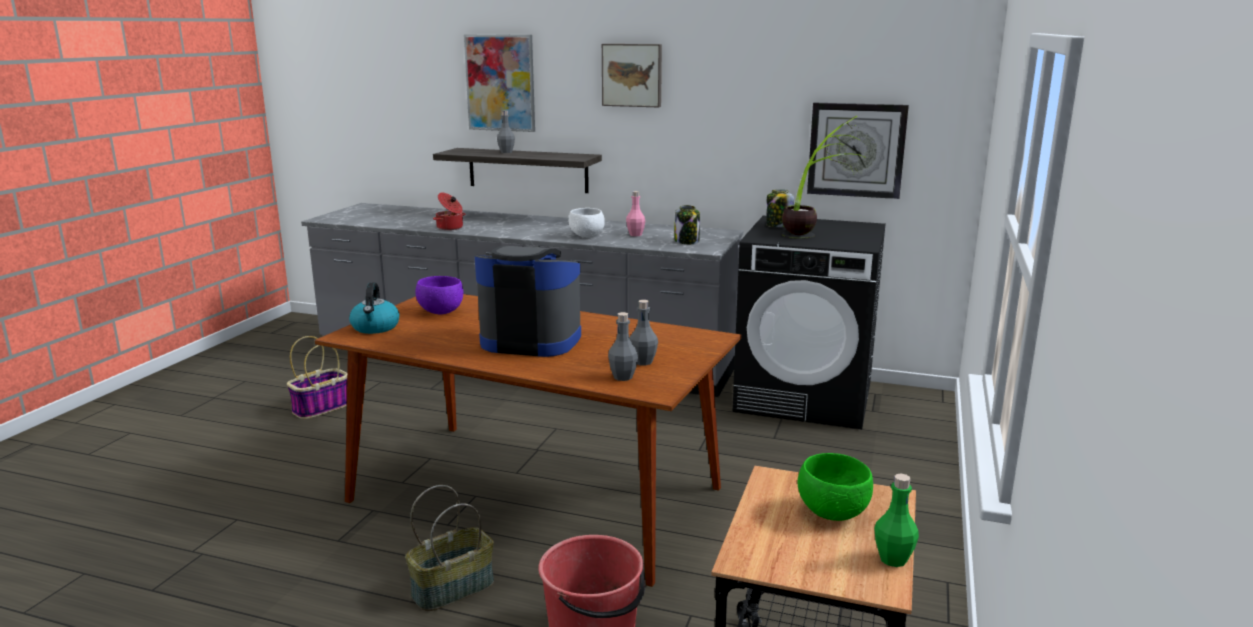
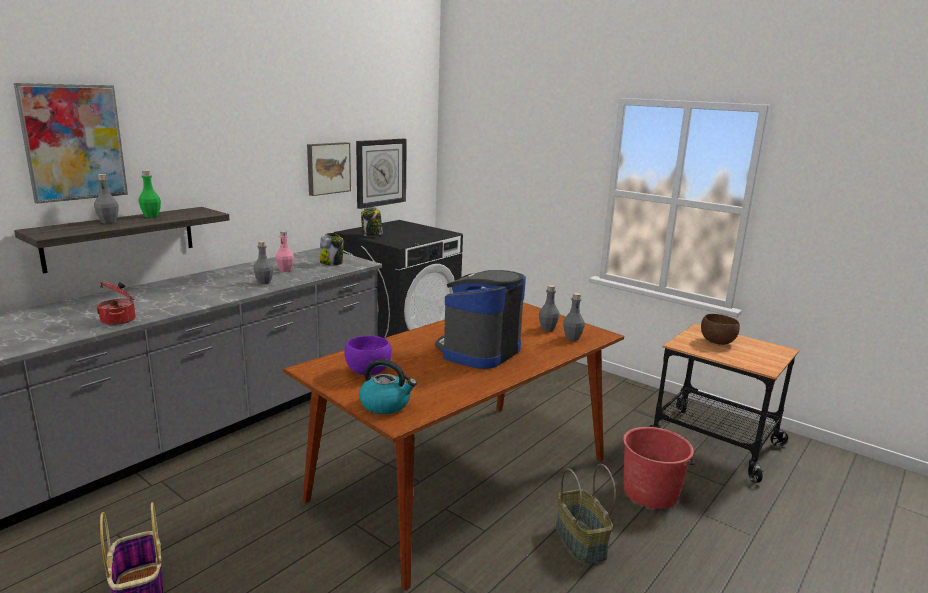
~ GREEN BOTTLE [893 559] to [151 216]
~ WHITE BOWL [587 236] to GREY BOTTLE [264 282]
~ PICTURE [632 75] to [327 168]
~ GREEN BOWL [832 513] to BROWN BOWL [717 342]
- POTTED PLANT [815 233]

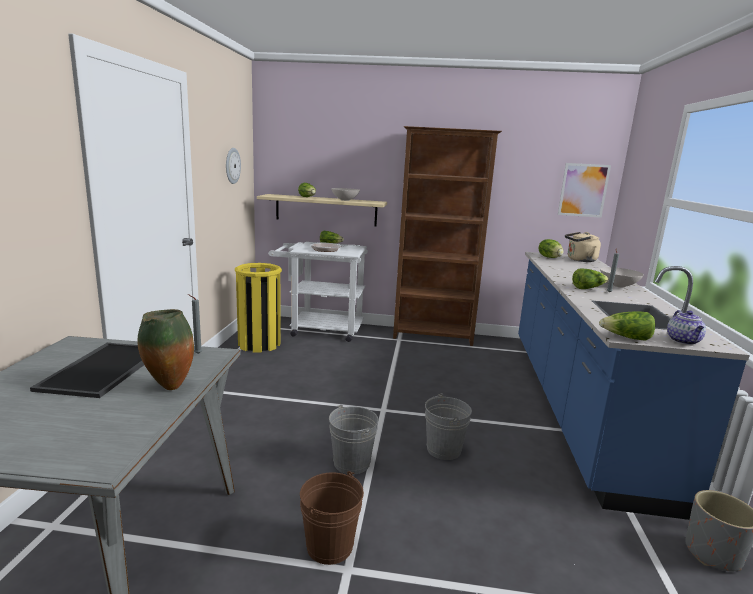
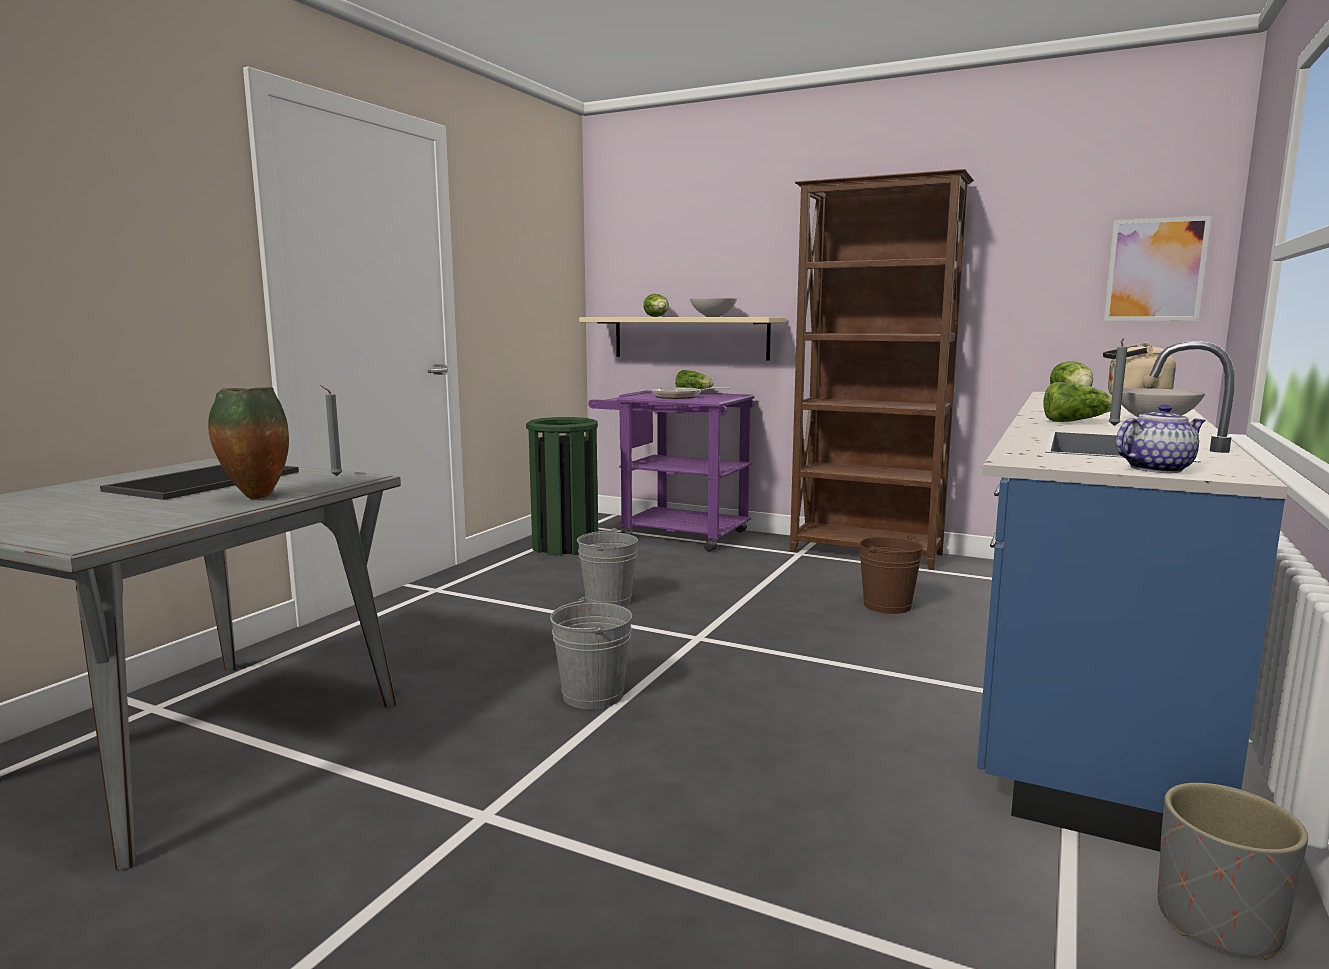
~ YELLOW TRASH CAN [259 344] to GREEN TRASH CAN [565 546]
~ GREY BUCKET [443 449] to [608 600]
~ WHITE CART [319 329] to PURPLE CART [673 534]
~ BROWN BUCKET [329 546] to [887 606]
~ TEAPOT [684 341] = [1157 469] 135 degrees counterclockwise
- WALL CLOCK [232 165]
- LETTUCE [626 338]

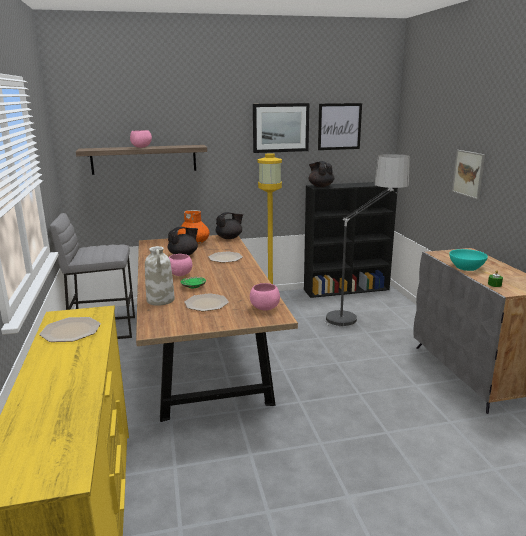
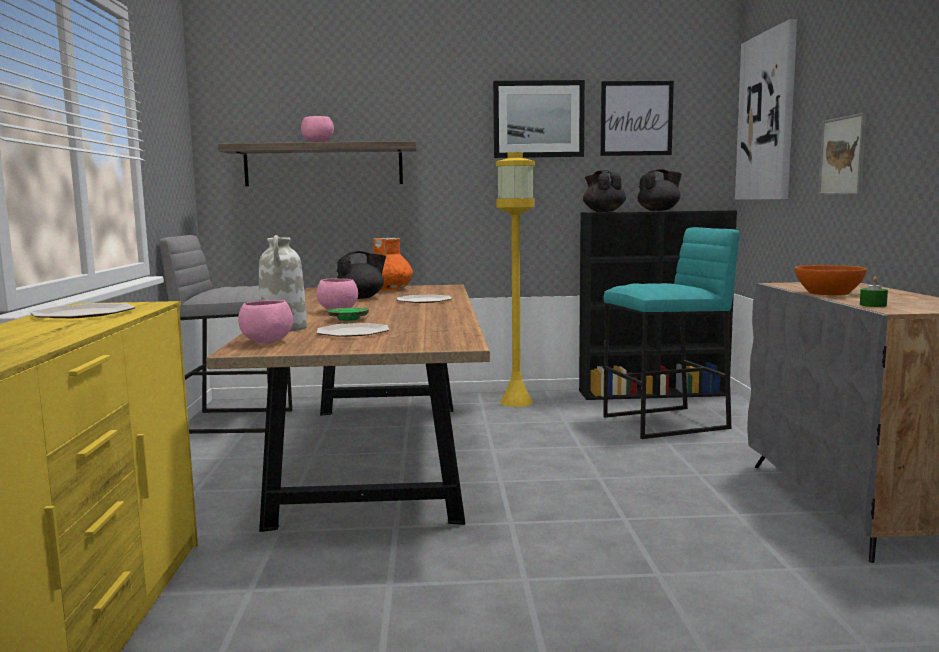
~ PINK BOWL [265 308] to [267 342]
~ FLOOR LAMP [360 315] to TURQUOISE STOOL [665 423]
~ BLACK TEAPOT [229 238] to [659 210]
+ PICTURE [767 117]
~ TURQUOISE BOWL [466 267] to ORANGE BOWL [829 293]

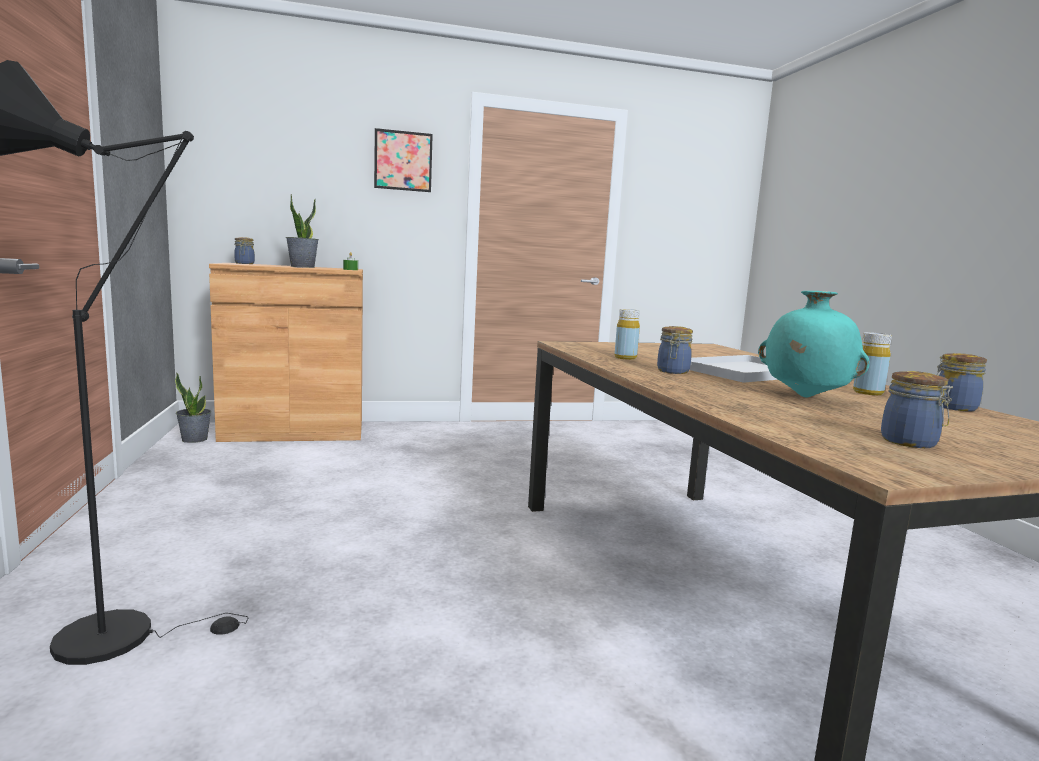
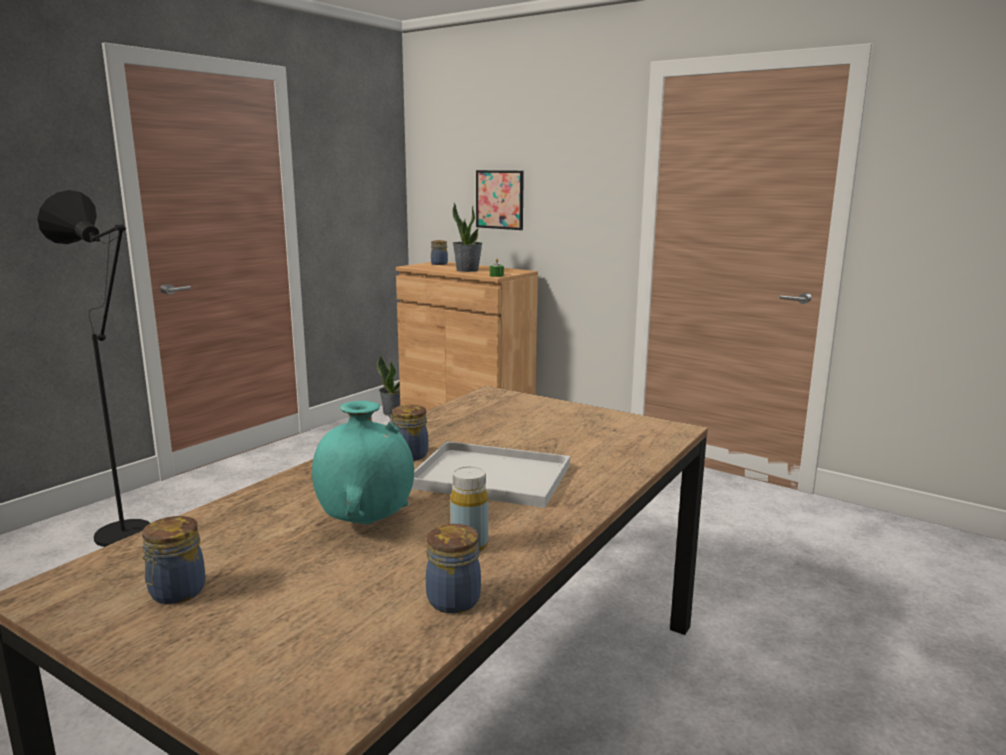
~ PICTURE [403 161] to [499 199]
- YELLOW BOTTLE [625 358]

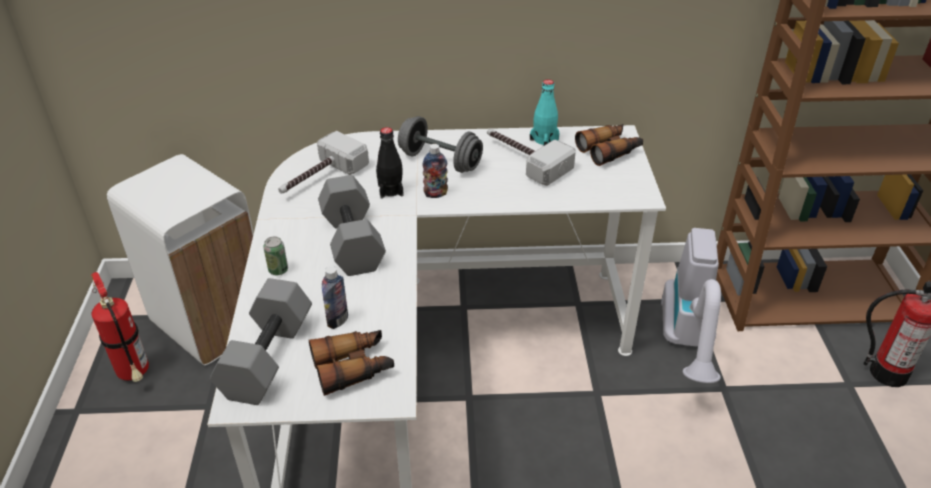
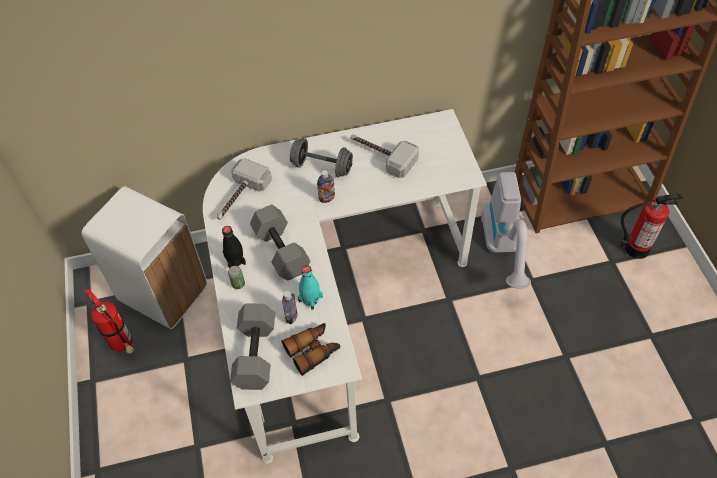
~ BLACK BOTTLE [390 190] to [235 260]
~ TURQUOISE BOTTLE [544 139] to [310 299]
- BINOCULARS [609 150]

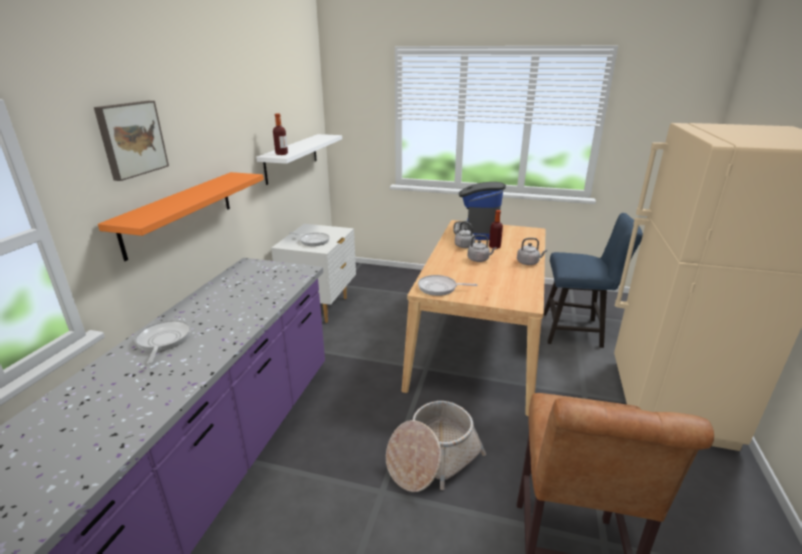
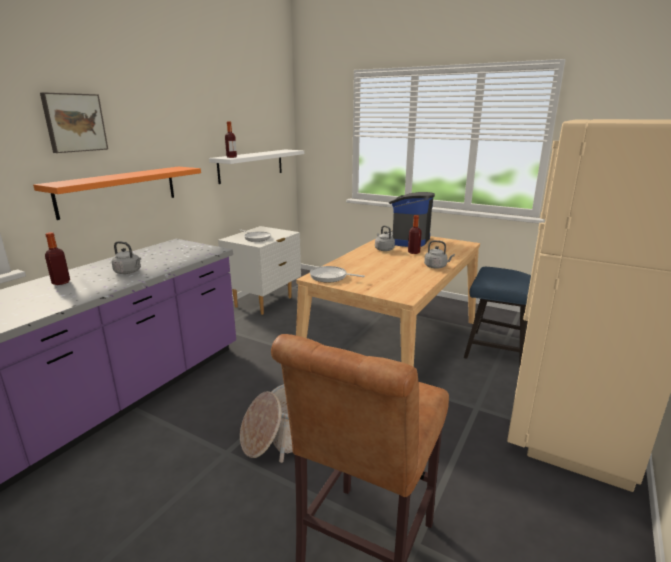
~ FRYING PAN [163 341] to BOTTLE [61 282]
~ GREY KETTLE [479 259] to [129 272]

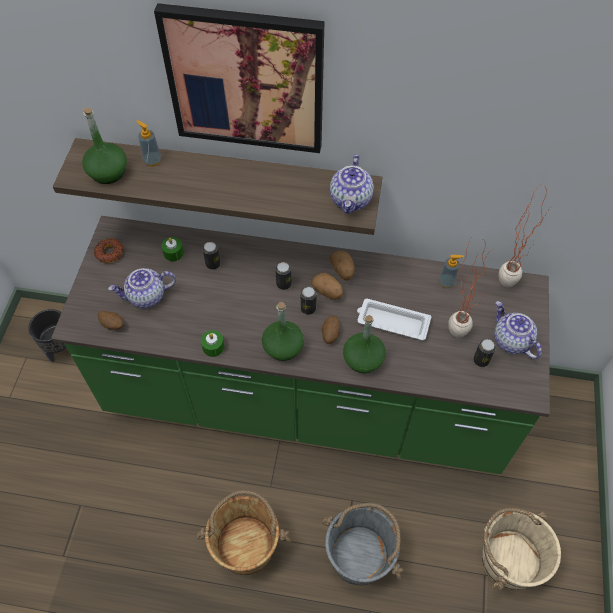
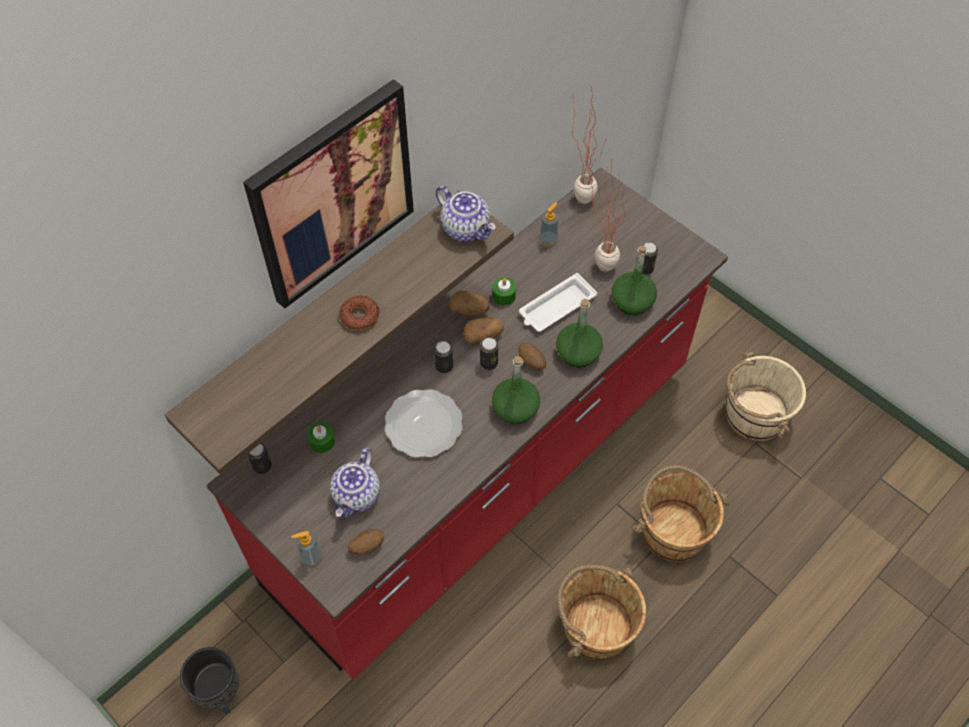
~ GREEN COUNTER [306 400] to RED COUNTER [484 477]
~ CAN [213 264] to [262 466]
~ SOAP DISPENSER [152 160] to [311 557]
~ DONUT [109 253] to [360 316]
+ PLATE [425 425]
~ GREEN CANDLE [213 347] to [504 295]
~ GREEN BOTTLE [108 172] to [632 301]
~ GREY BUCKET [360 554] to BROWN BUCKET [673 530]
- TEAPOT [511 340]

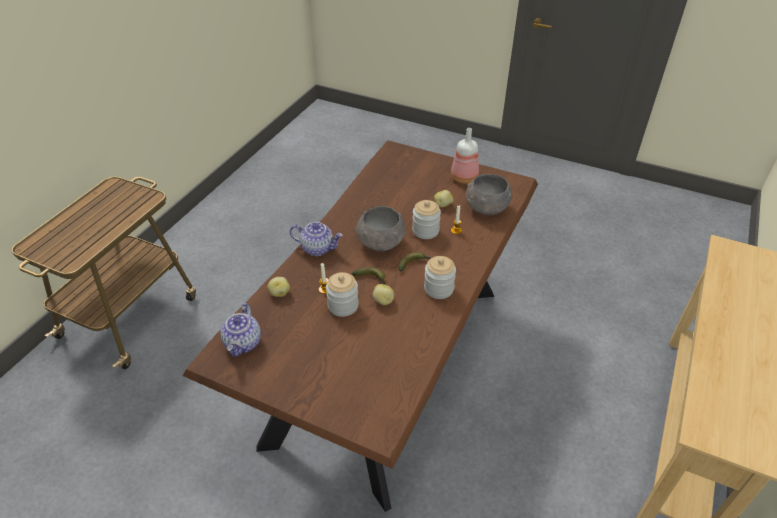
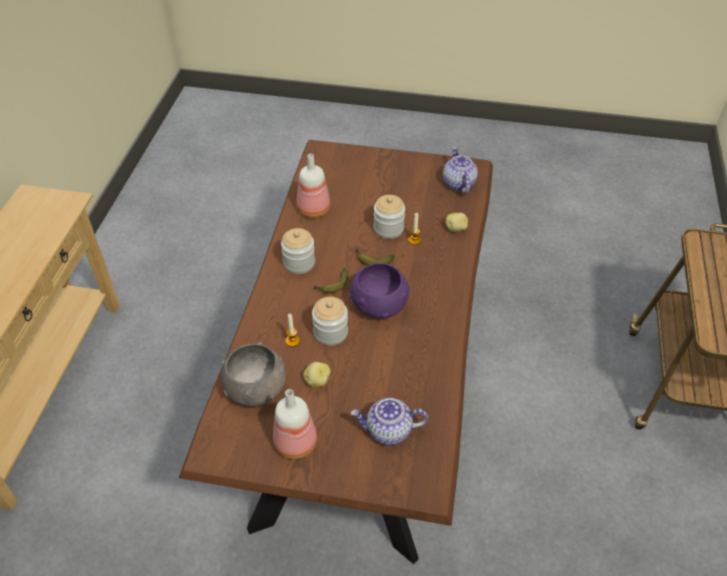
+ BOTTLE [312 209]
~ GREY BOWL [380 243] to PURPLE BOWL [379 304]
~ TEAPOT [318 248] to [388 431]
- POTATO [383 301]

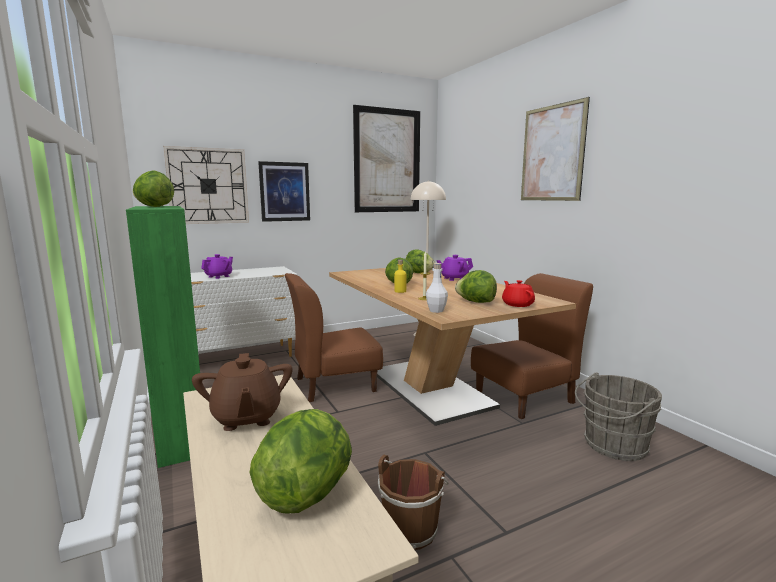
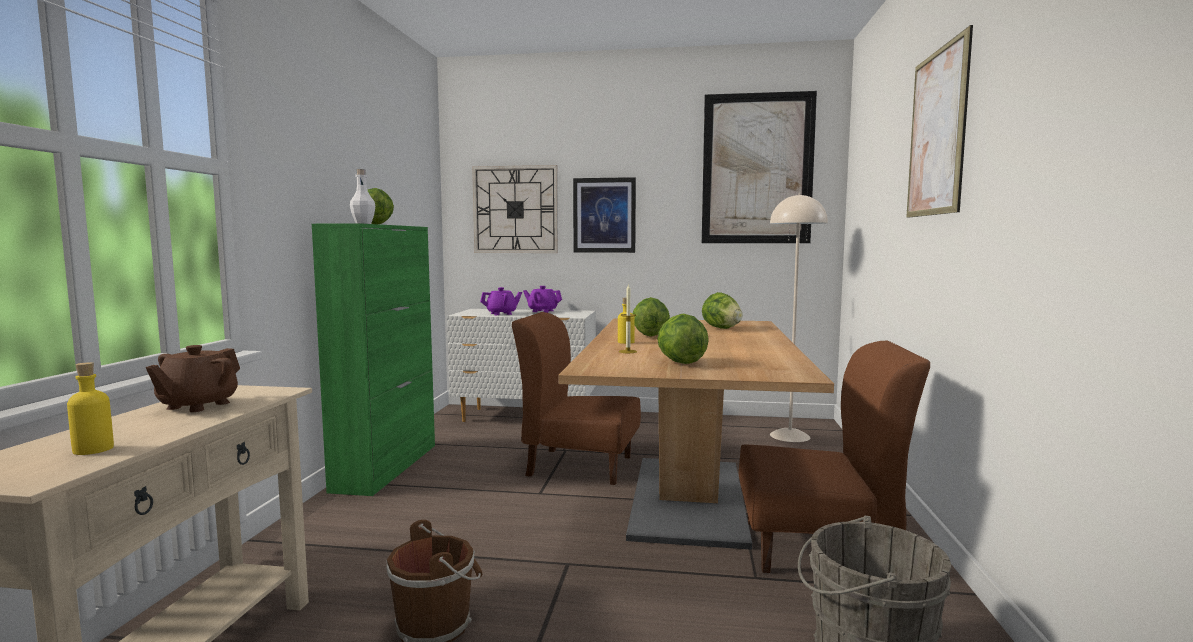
~ LETTUCE [307 492] to YELLOW BOTTLE [93 449]
~ WHITE BOTTLE [436 311] to [363 223]
~ PURPLE TEAPOT [454 278] to [542 311]
- RED TEAPOT [517 304]

